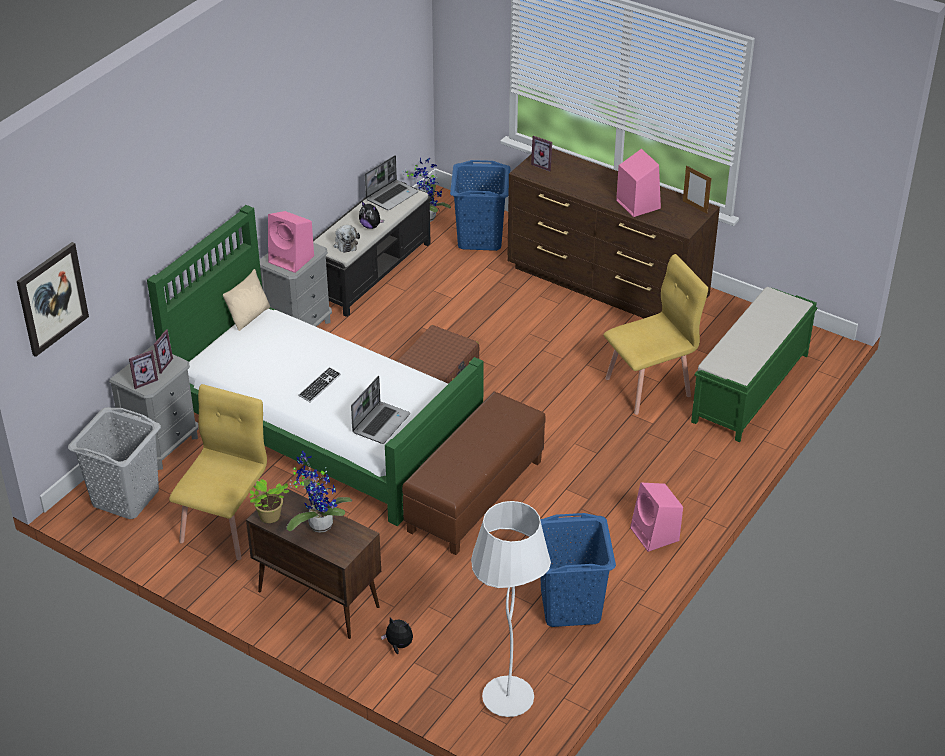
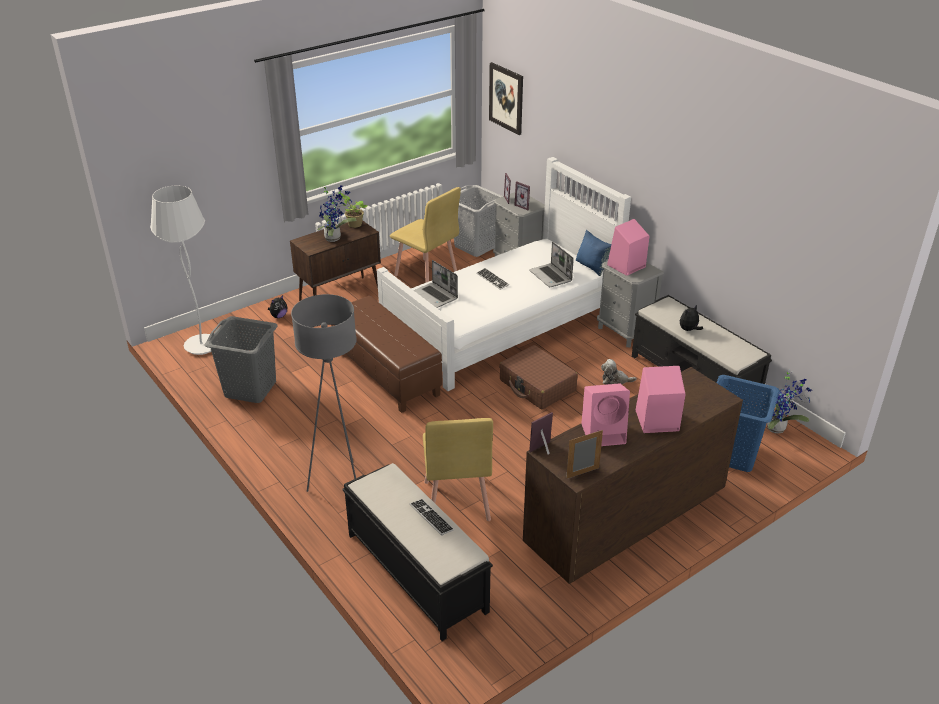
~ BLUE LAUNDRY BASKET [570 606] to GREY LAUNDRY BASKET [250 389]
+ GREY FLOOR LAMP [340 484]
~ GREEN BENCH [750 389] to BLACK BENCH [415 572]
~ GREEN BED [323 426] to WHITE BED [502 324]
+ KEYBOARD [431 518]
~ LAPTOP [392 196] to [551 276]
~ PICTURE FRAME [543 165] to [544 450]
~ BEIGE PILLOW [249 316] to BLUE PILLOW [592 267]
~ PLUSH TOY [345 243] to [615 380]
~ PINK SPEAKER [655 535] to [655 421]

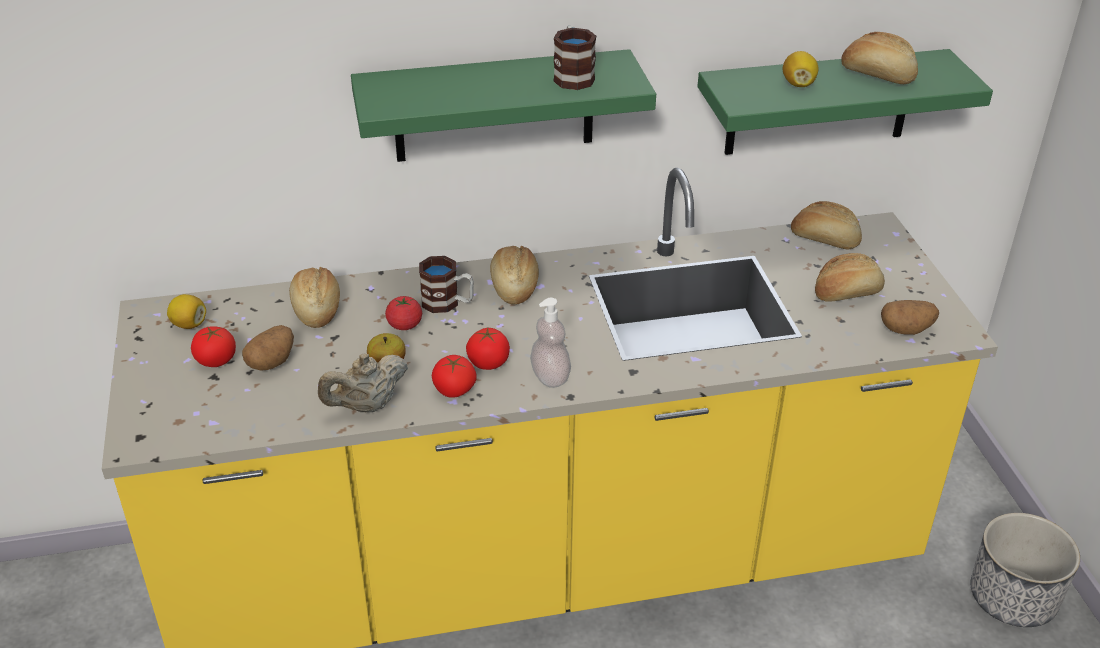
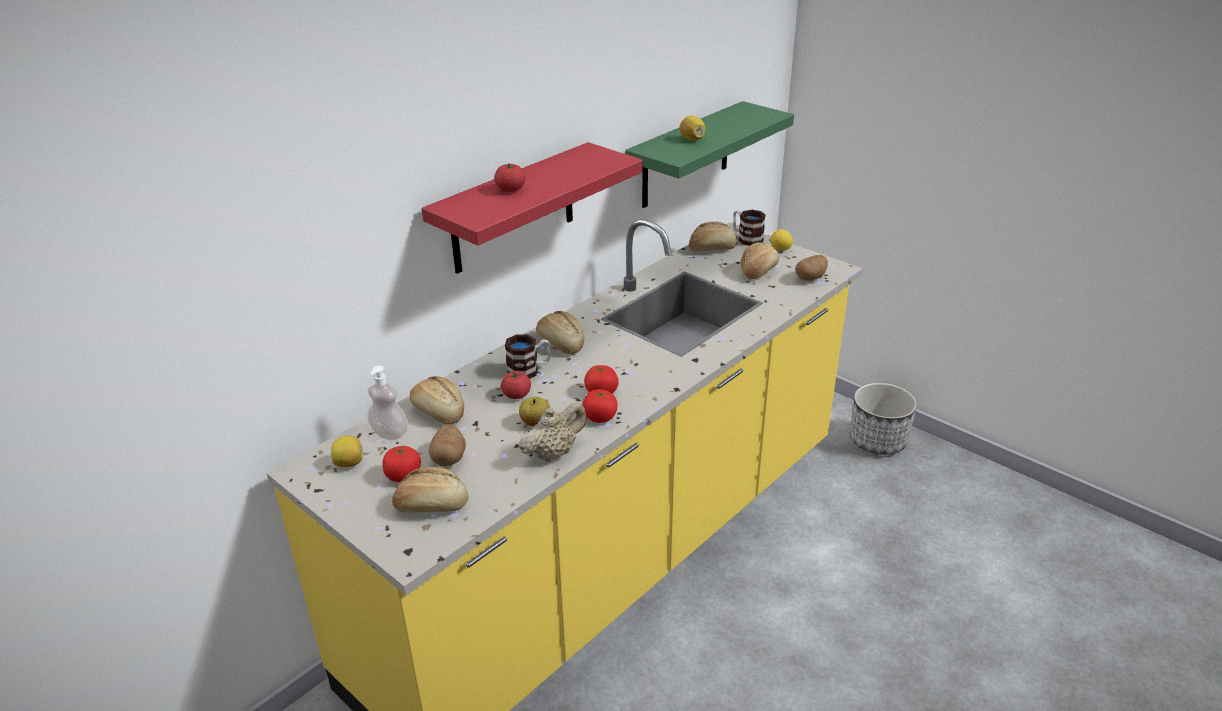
~ SOAP DISPENSER [550 377] to [390 433]
~ BREAD [877 75] to [431 505]
~ GREEN SHELF [494 106] to RED SHELF [513 209]
+ TOMATO [510 189]
~ BEIGE TEAPOT [367 406] = [554 453] 150 degrees counterclockwise
~ MUG [573 76] to [746 238]
+ LEMON [780 249]

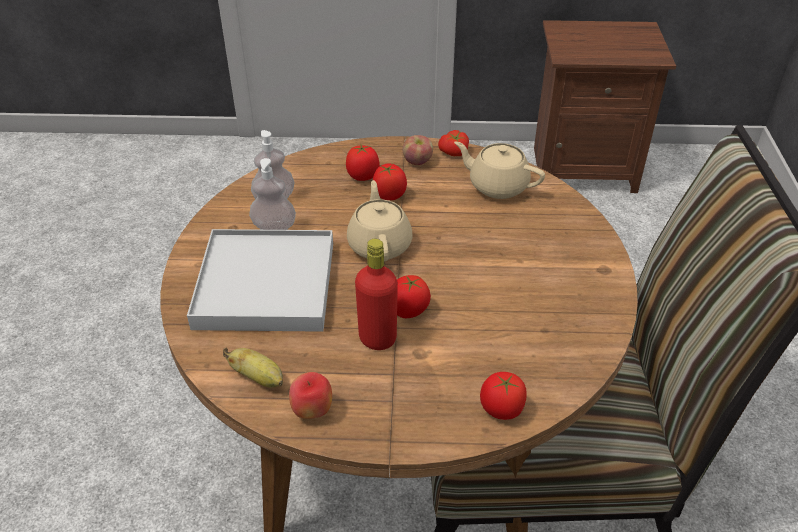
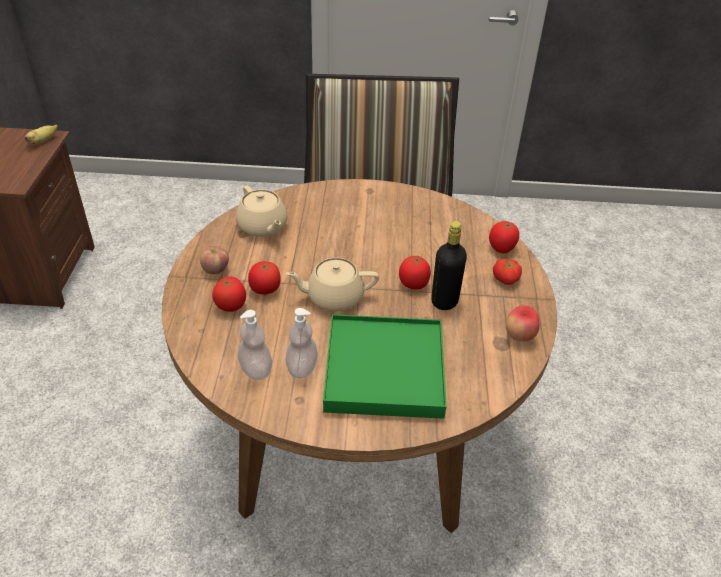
~ BANANA [259 378] to [43 141]
~ BEIGE TEAPOT [497 185] = [262 227] 60 degrees counterclockwise
~ WHITE TRAY [265 284] to GREEN TRAY [384 370]
~ RED BOTTLE [377 338] to BLACK BOTTLE [444 301]
~ TOMATO [454 153] to [506 278]

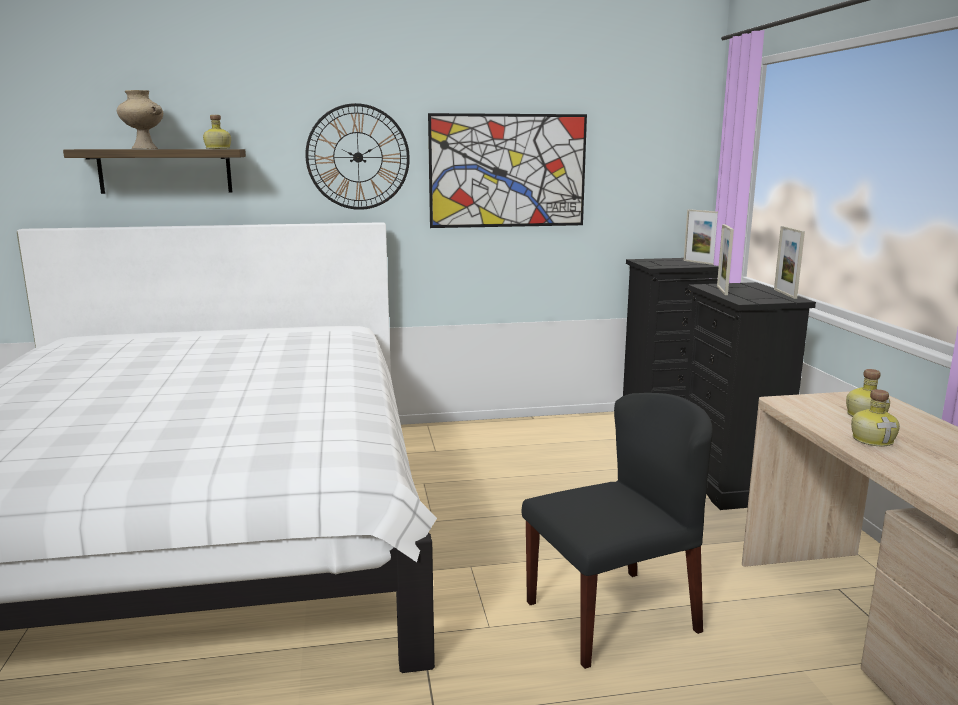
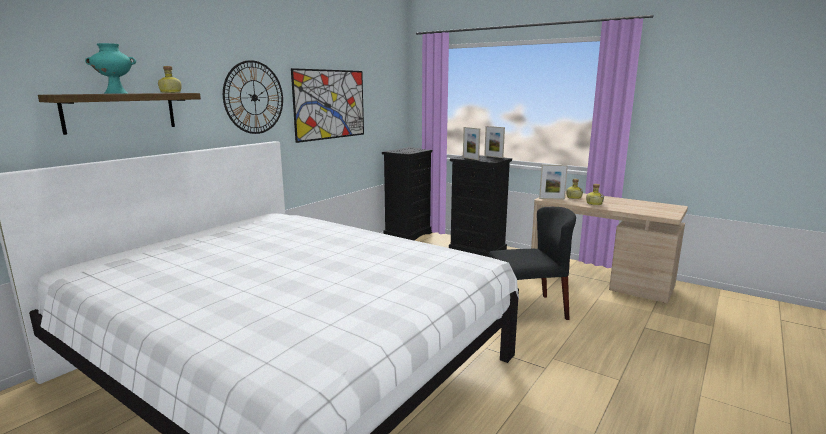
~ BEIGE VASE [143 148] to TURQUOISE VASE [115 93]
~ BLACK CHAIR [612 615] = [528 309] 60 degrees clockwise
~ PICTURE FRAME [699 262] to [551 199]

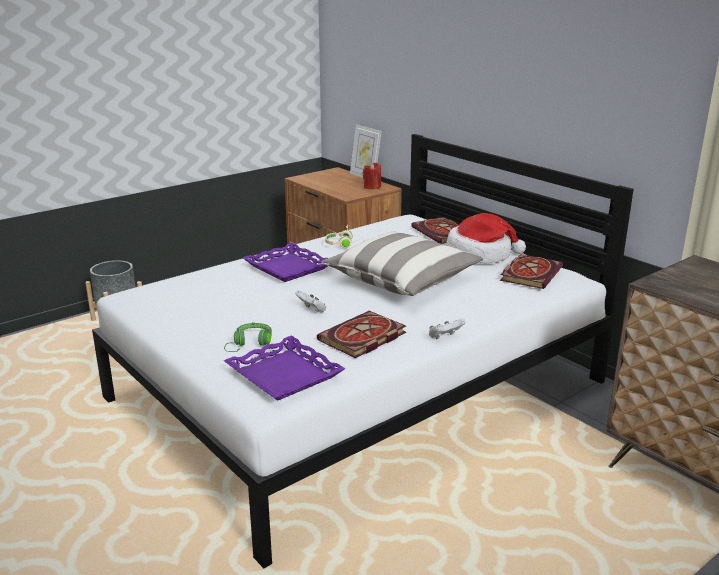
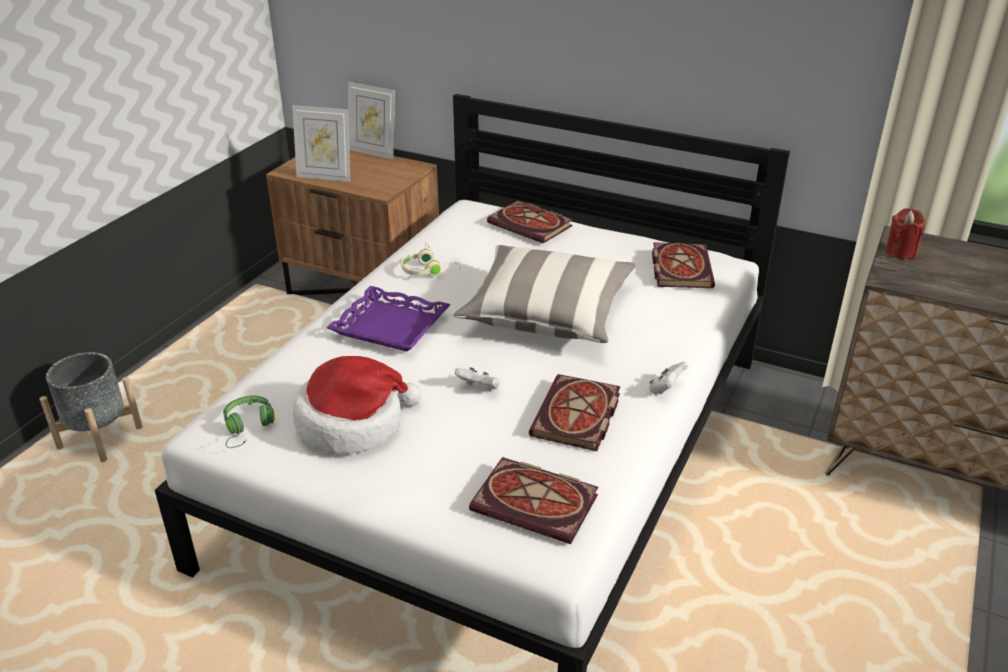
~ GREEN HEADPHONES [250 344] to [248 427]
+ PICTURE FRAME [325 177]
~ HAT [480 254] to [353 422]
~ PURPLE TRAY [285 375] to BOOK [538 503]
~ RED CANDLE [372 187] to [901 252]

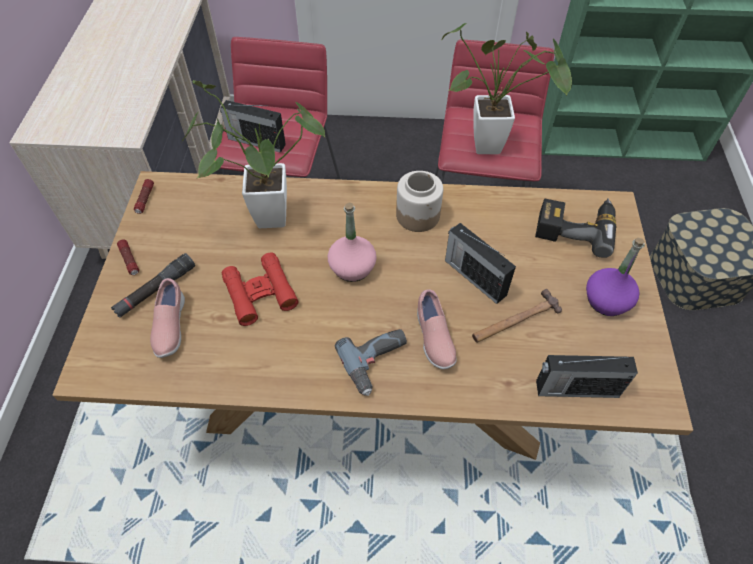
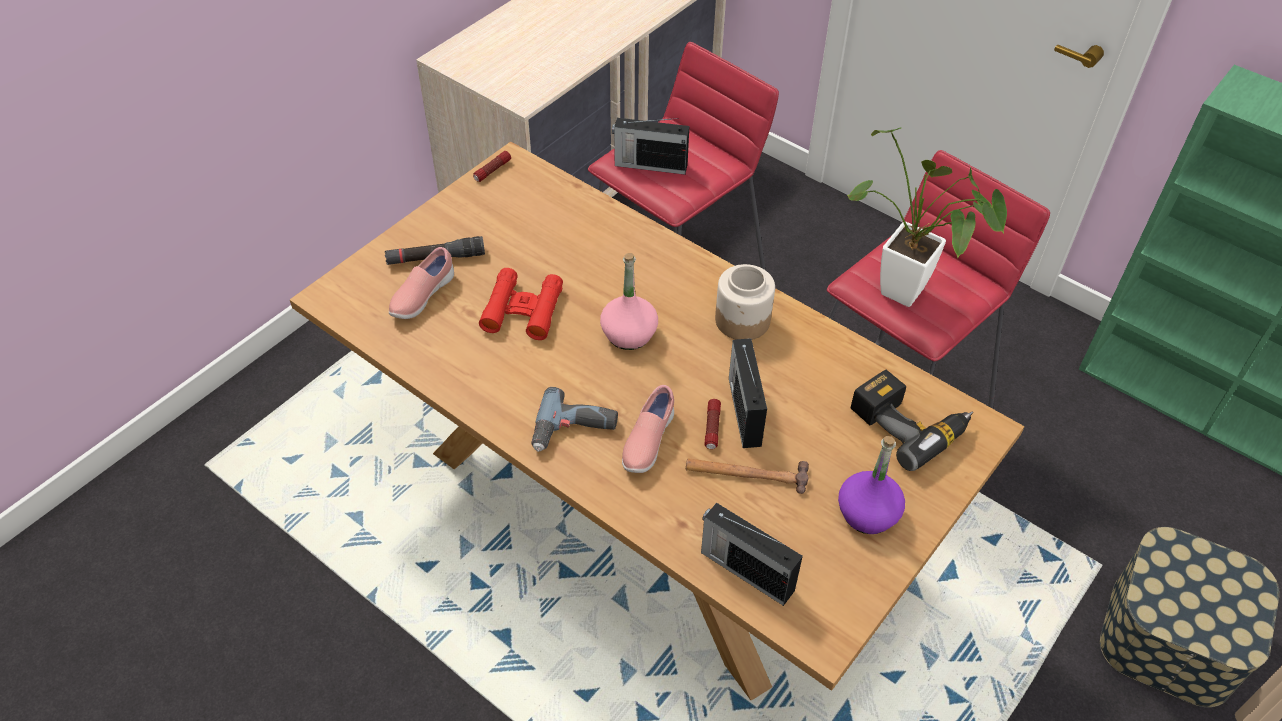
~ RADIO [255 141] = [649 165] 45 degrees counterclockwise
~ FLASHLIGHT [130 260] to [712 428]
- POTTED PLANT [263 218]

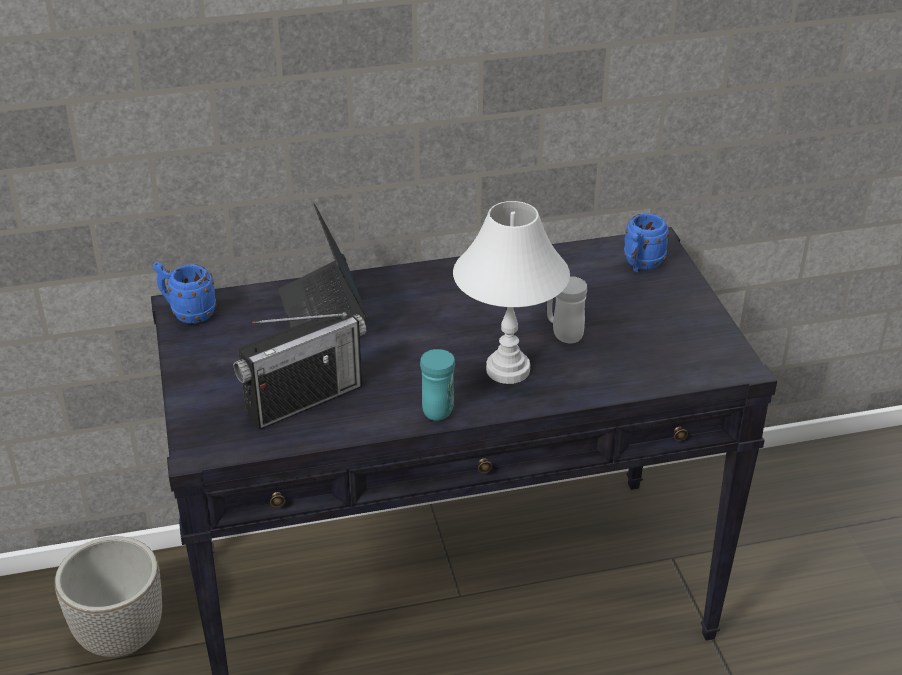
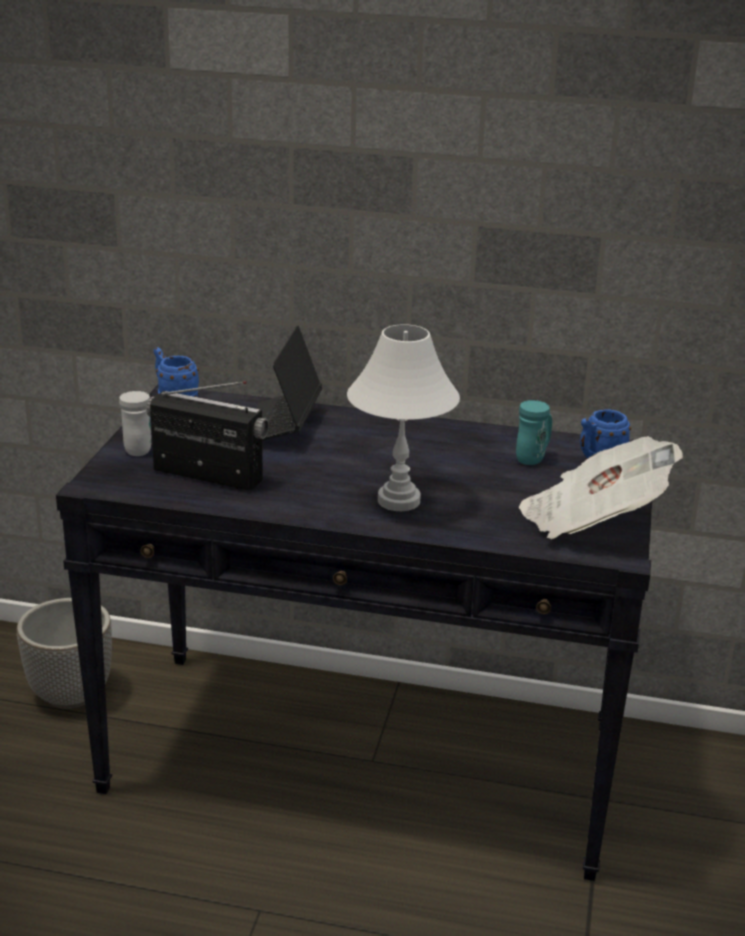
~ WHITE MUG [563 333] to [137 448]
~ RADIO [304 400] = [207 475] 150 degrees counterclockwise
~ TURQUOISE MUG [440 408] to [533 458]
+ NEWSPAPER [592 521]

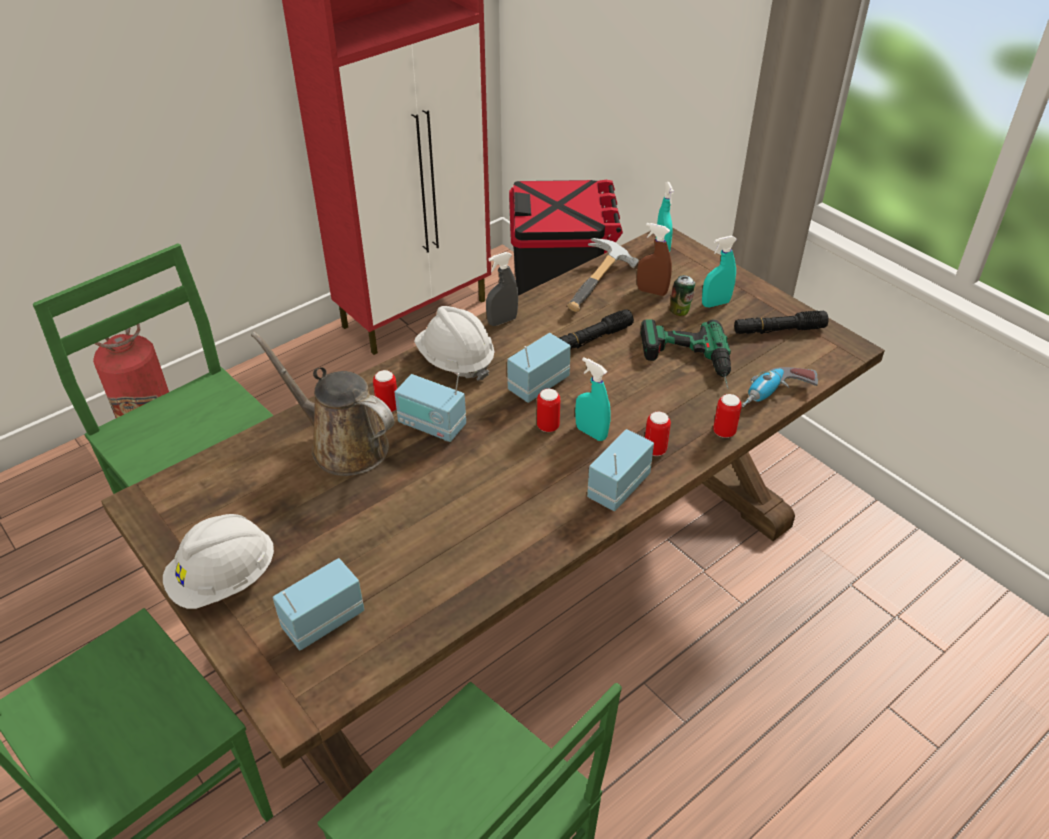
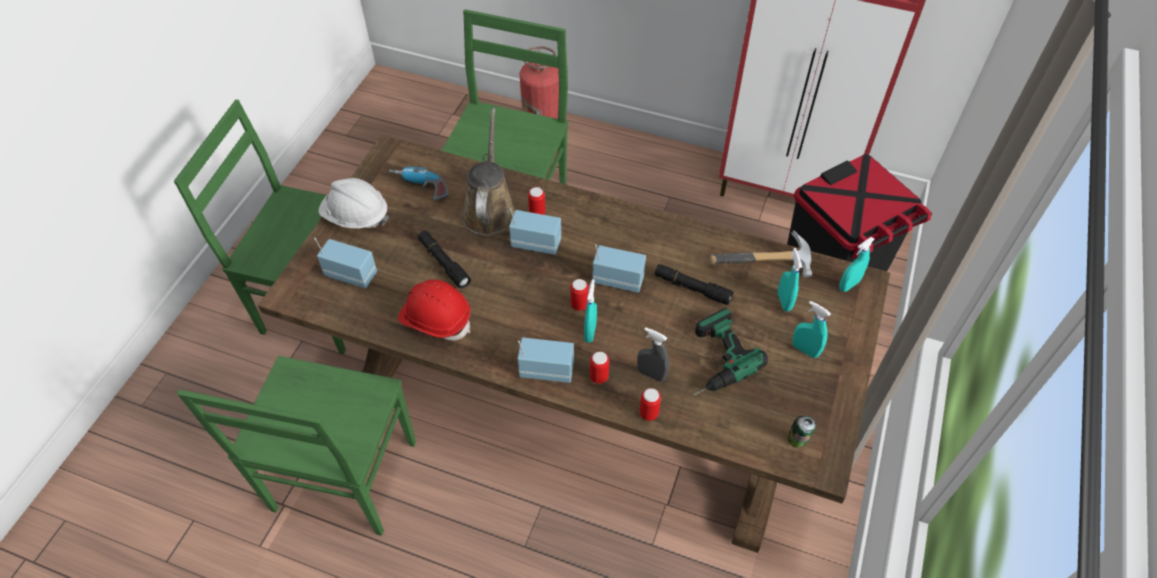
~ POWER DRILL [776 396] to [420 188]
+ RED HARD HAT [436 319]
~ BLACK FLASHLIGHT [778 330] to [444 263]
~ RADIO [431 426] = [536 243] 105 degrees clockwise
~ GREY SPRAY BOTTLE [502 321] to [651 374]
~ BROWN SPRAY BOTTLE [652 291] to TURQUOISE SPRAY BOTTLE [784 301]
~ CAN [680 311] to [797 441]
- WHITE HARD HAT [455 361]

